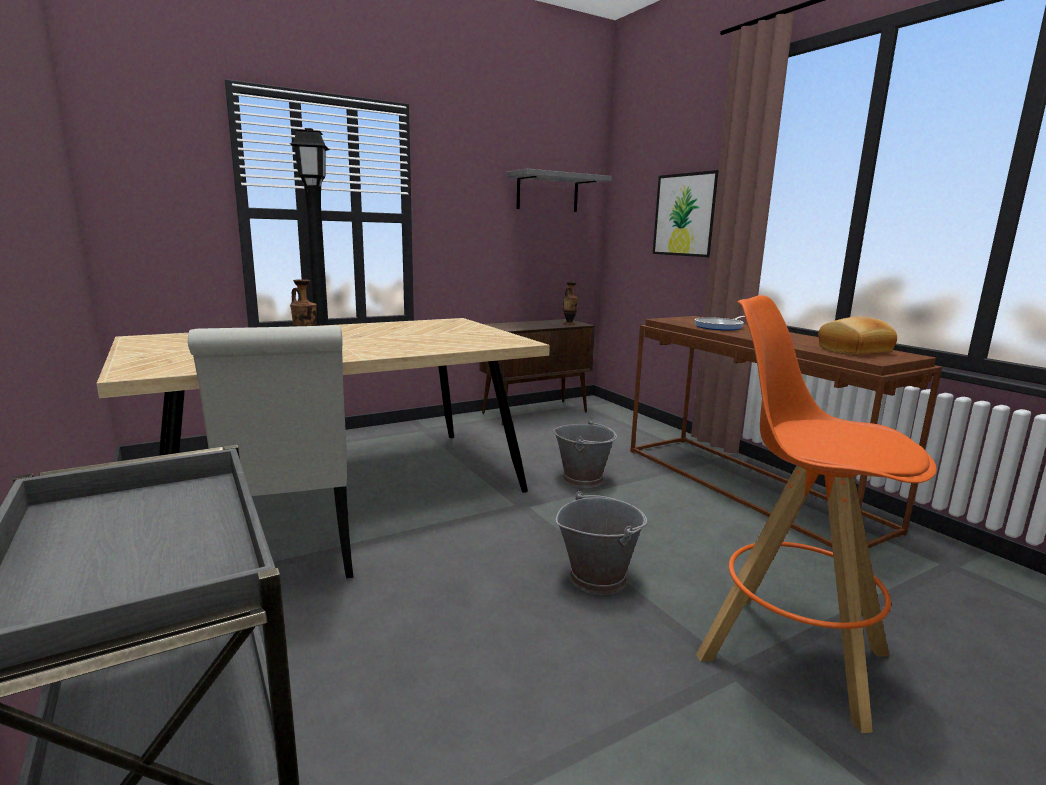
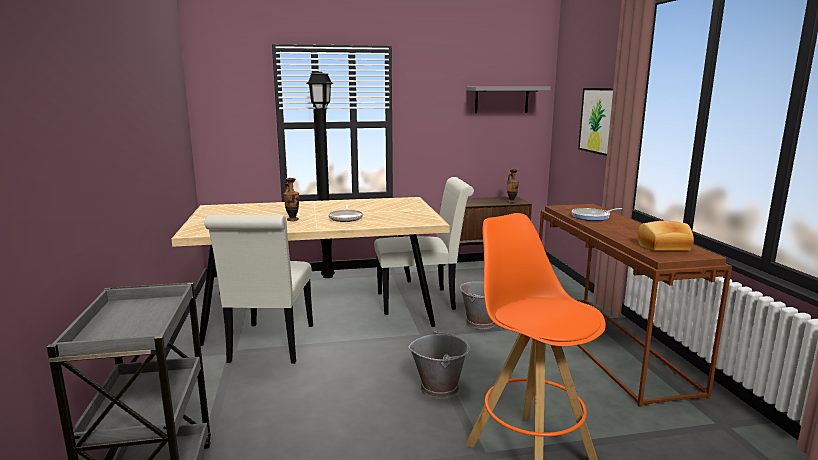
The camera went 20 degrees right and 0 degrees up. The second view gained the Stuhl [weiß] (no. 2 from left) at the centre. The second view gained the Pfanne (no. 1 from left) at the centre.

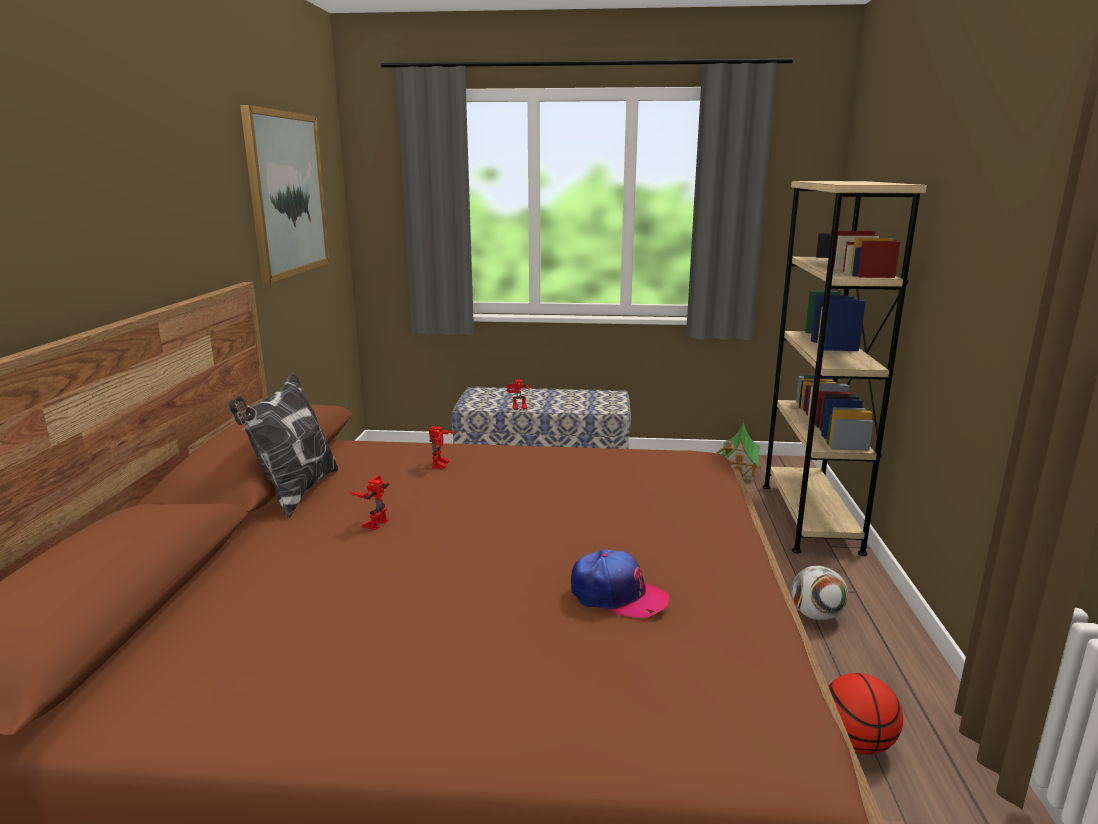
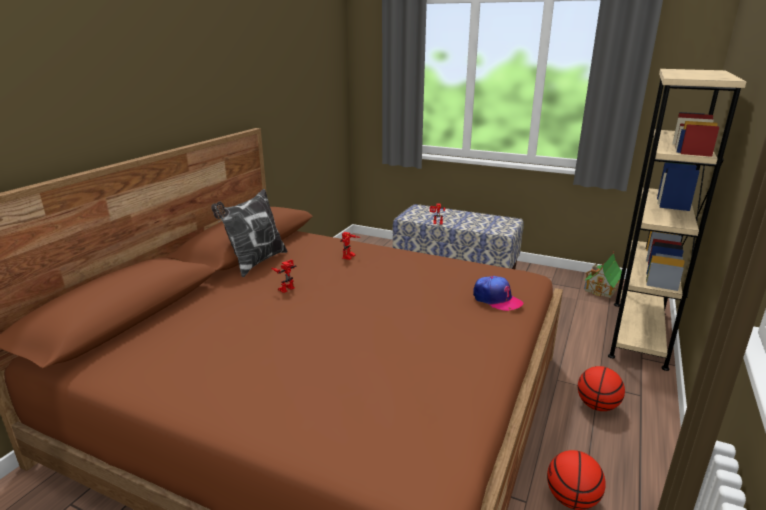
The camera went 20 degrees right and 5 degrees up. The second view lost the Bild at the top left. The Kappe ended up elsewhere, having gone from the bottom centre to the centre. Where the Fußball stood at the bottom right, the Basketball (no. 2 from left) came to stand at the bottom right.

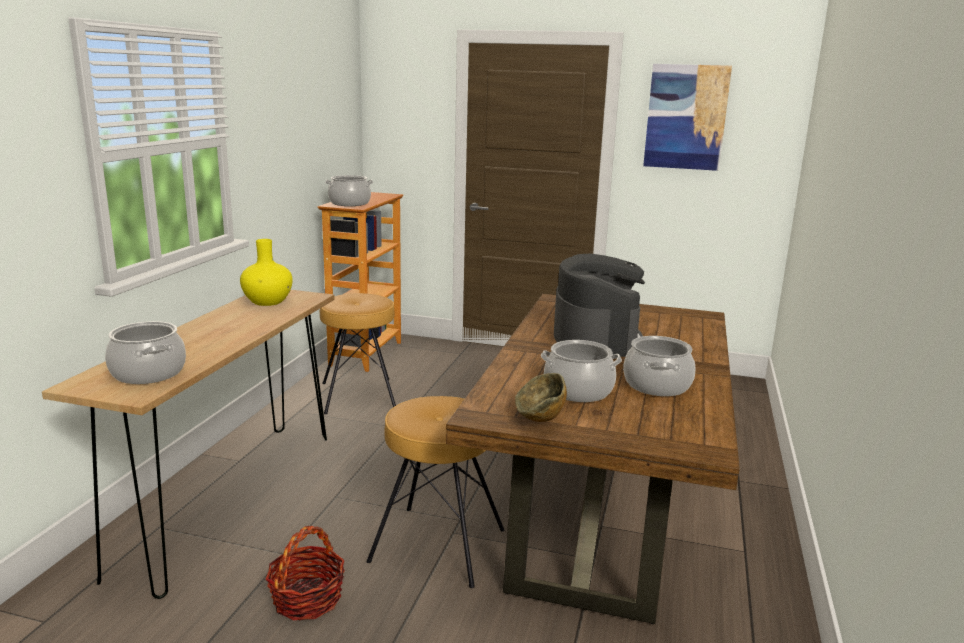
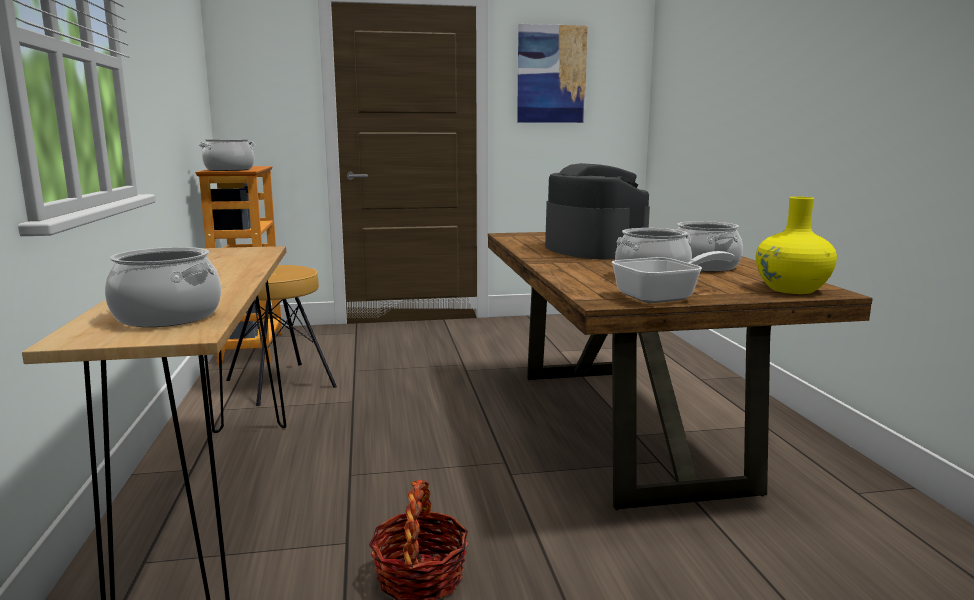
The camera went 25 degrees left and 5 degrees down. The Vase [gelb] ended up elsewhere, having gone from the middle left to the middle right. Where the Schüssel stood at the centre, the Pfanne came to stand at the middle right. The second view lost the Hocker [braun] (no. 2 from left) at the bottom centre.

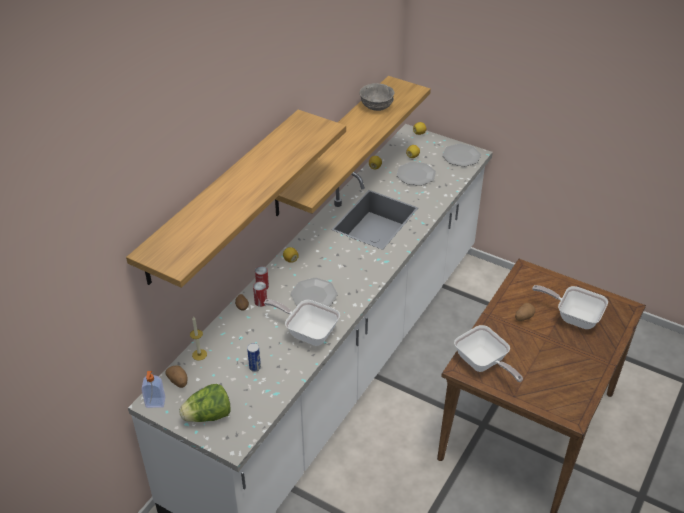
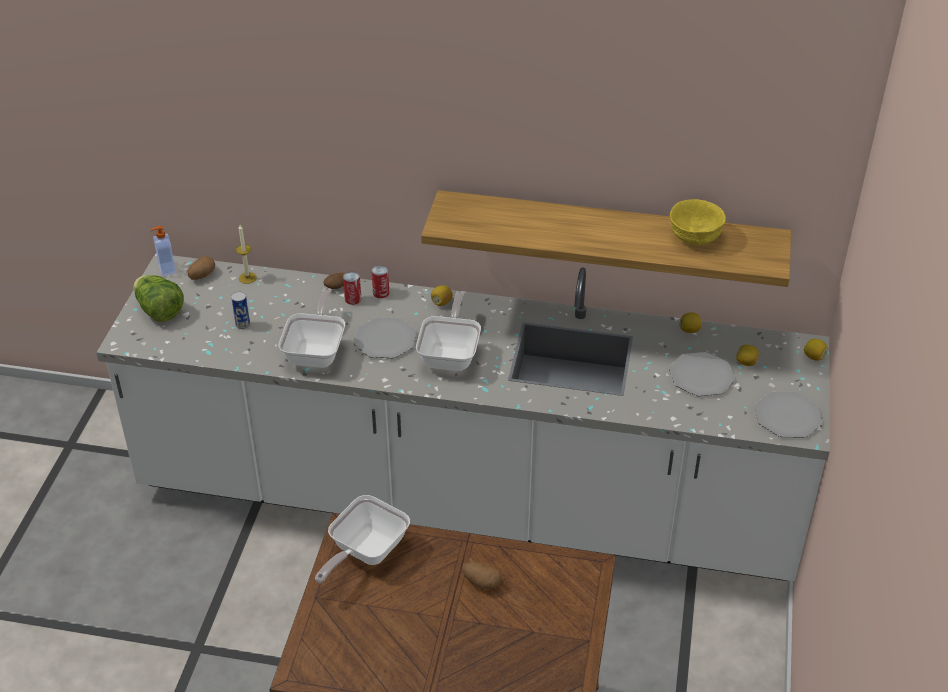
The camera went 70 degrees right and 0 degrees up. What was the Schüssel [grau] at the top centre turned into the Schüssel [gelb] at the top right. The second view lost the Wandregal (no. 1 from left) at the centre. The Pfanne (no. 3 from left) ended up elsewhere, having gone from the middle right to the centre.

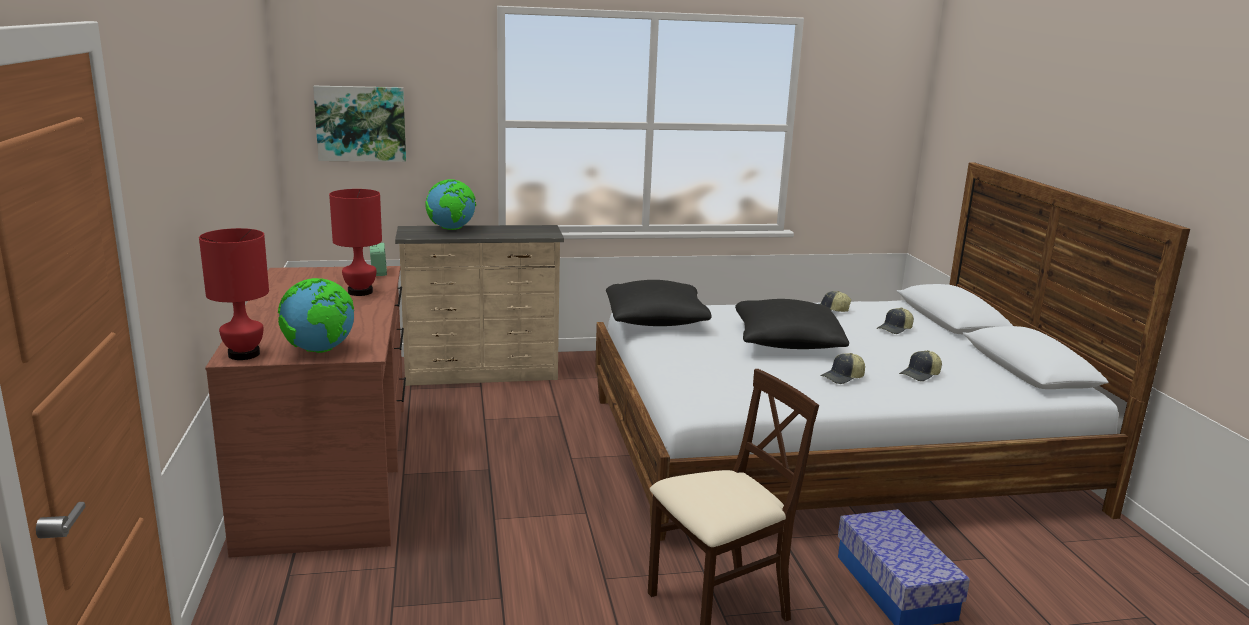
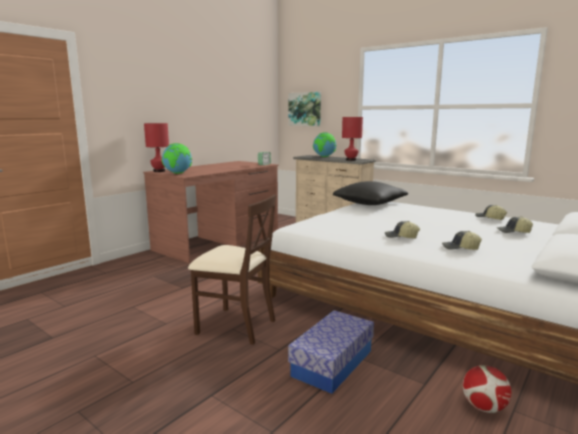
The camera went 50 degrees right and 5 degrees down. The Tischlampe [rot] (no. 2 from left) ended up elsewhere, having gone from the middle left to the top centre. The second view lost the Kissen [schwarz] (no. 2 from left) at the centre. The second view gained the Fußball at the bottom right.

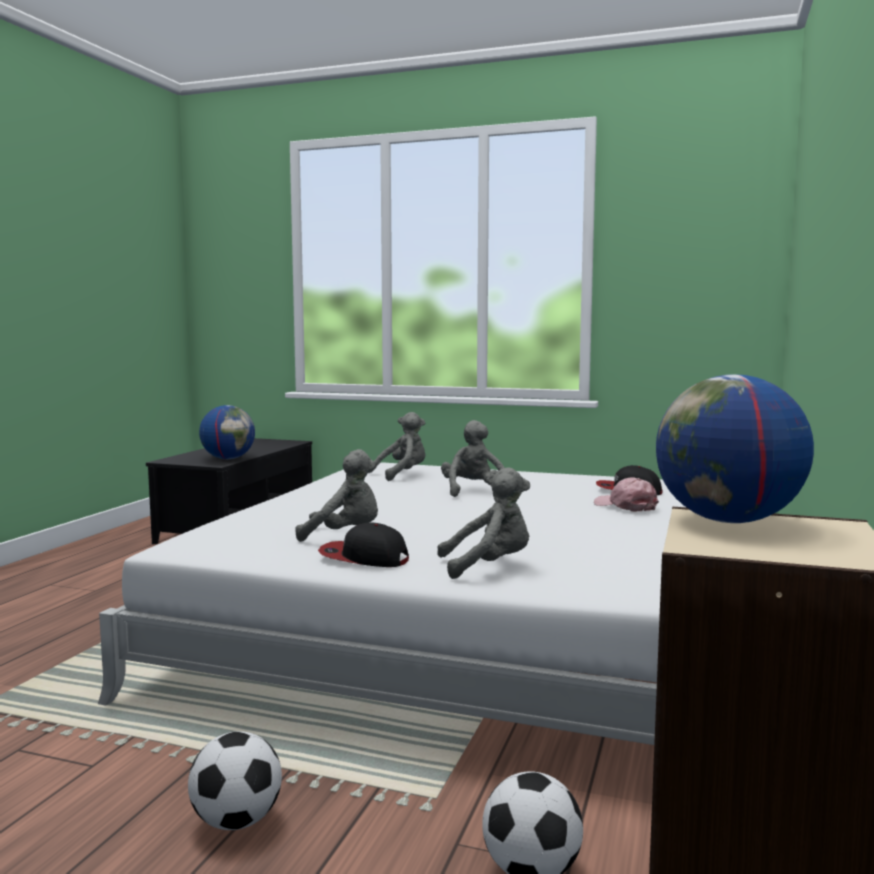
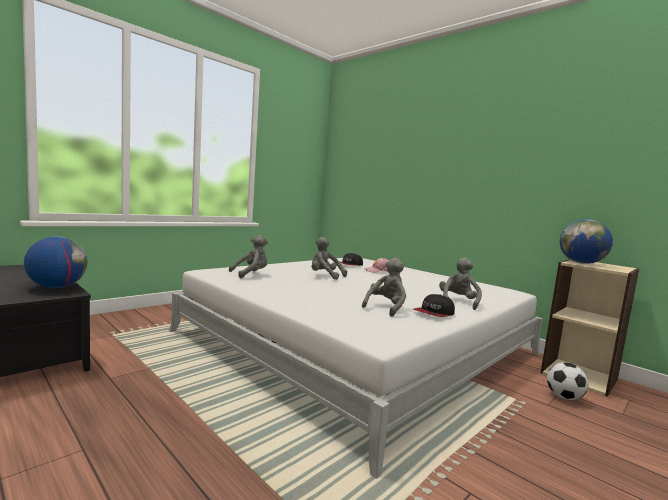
The camera went 65 degrees left and 0 degrees up. The Plüschtier [grau] (no. 2 from left in the first image) at the centre ended up facing another way, 60 degrees clockwise from before. The second view lost the Fußball (no. 1 from left) at the bottom left.

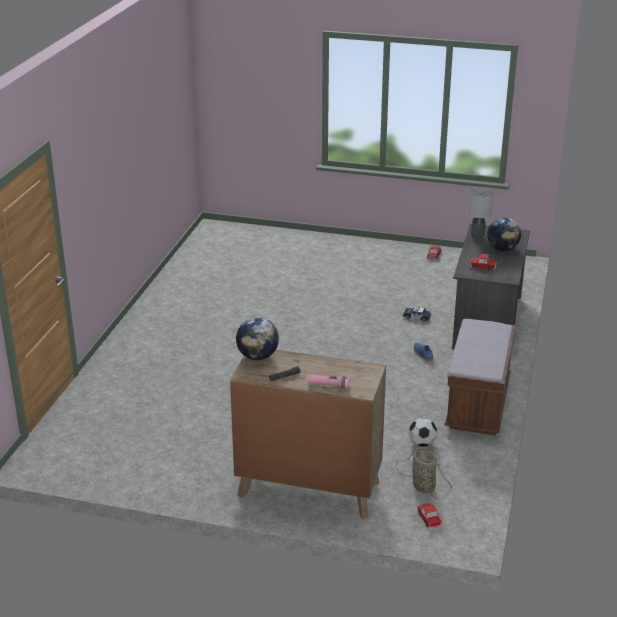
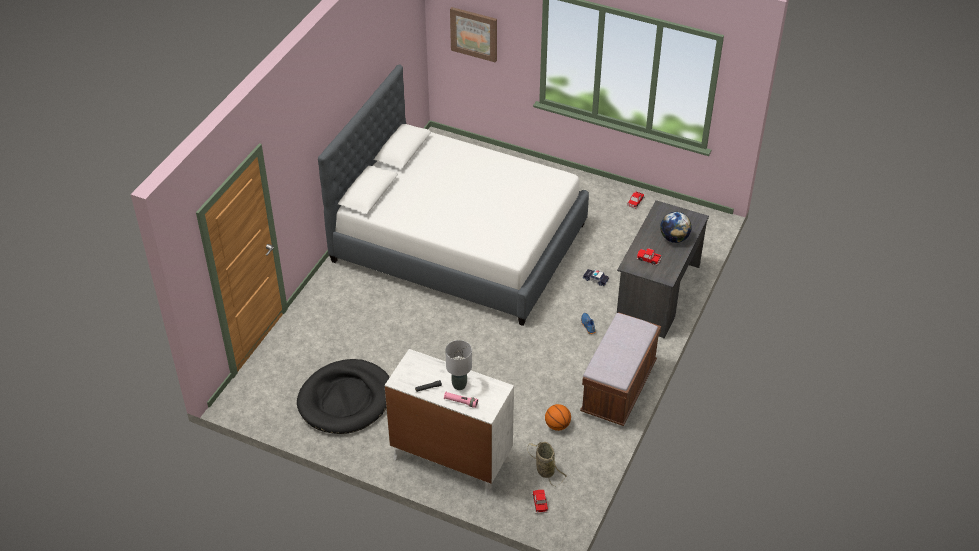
The camera went 10 degrees right and 15 degrees up. The Tischlampe [grau] ended up elsewhere, having gone from the middle right to the centre. The second view lost the Globus (no. 1 from left) at the centre. What was the Kommode [braun] at the bottom centre turned into the Kommode [weiß] at the bottom centre. Where the Fußball stood at the bottom right, the Basketball came to stand at the bottom centre. The second view gained the Bild at the top centre. The second view gained the Bett [weiß] at the centre. The second view gained the Hundebett [schwarz] at the bottom centre.

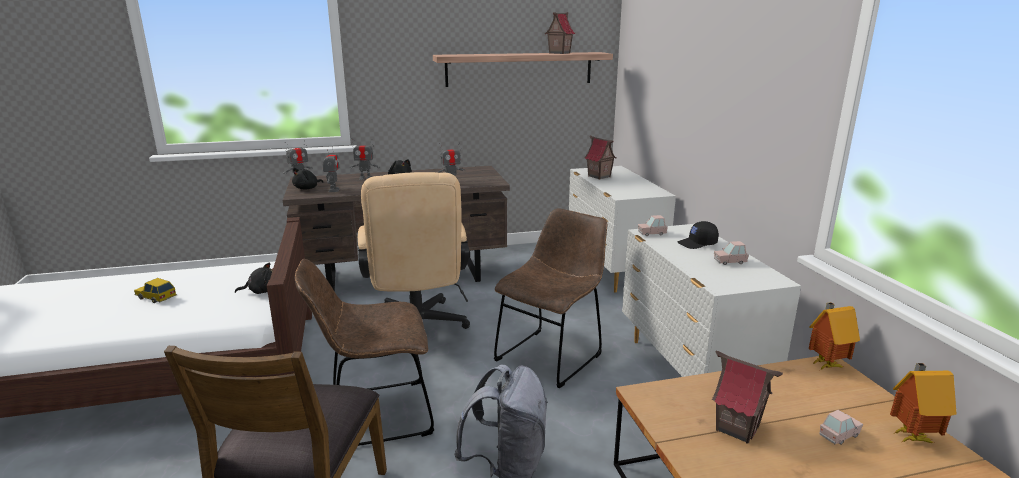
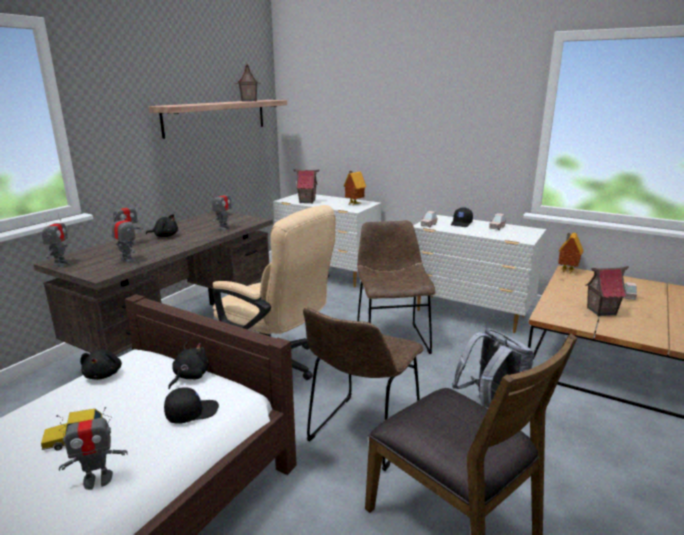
The camera went 45 degrees left and 0 degrees up. The Plüschtier [schwarz] (no. 2 from left in the first image) ended up elsewhere, having gone from the middle left to the bottom left. The Spielzeughaus (no. 5 from left in the first image) ended up elsewhere, having gone from the bottom right to the centre. The second view gained the Kappe [schwarz] (no. 1 from left) at the bottom left. The second view gained the Spielzeugroboter (no. 2 from left) at the bottom left.

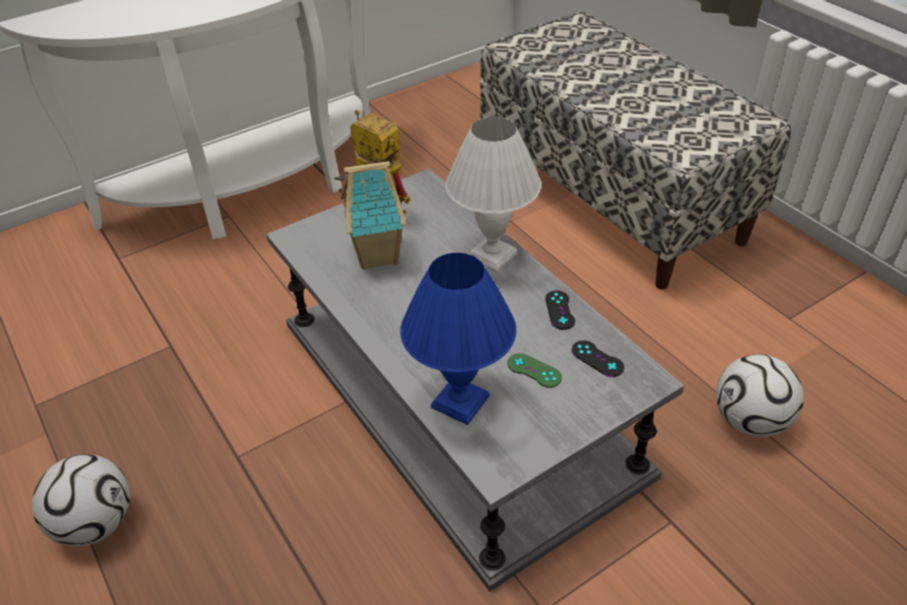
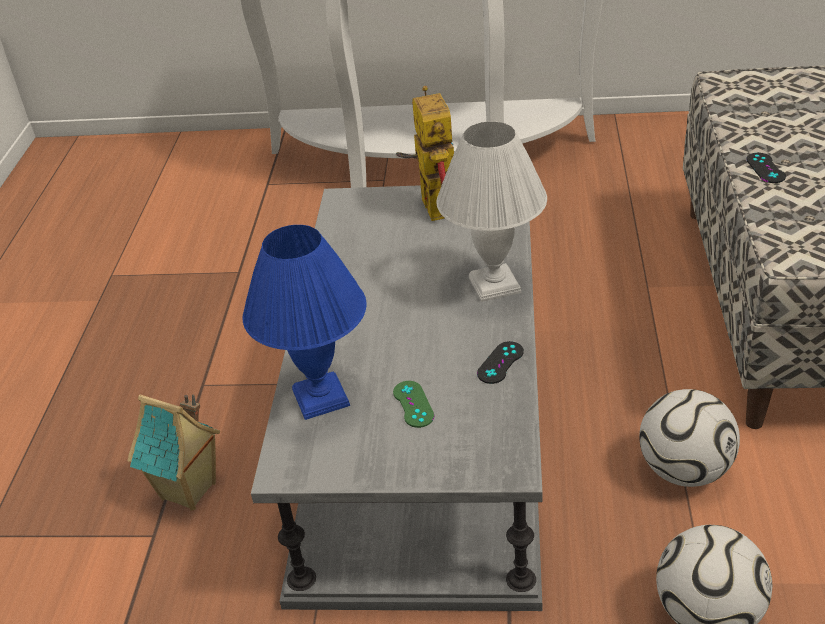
The camera went 40 degrees right and 5 degrees down. The Spielzeughaus ended up elsewhere, having gone from the centre to the bottom left. The Gamepad [schwarz] (no. 2 from left) ended up elsewhere, having gone from the centre to the top right. The Fußball (no. 1 from left) ended up elsewhere, having gone from the bottom left to the bottom right.

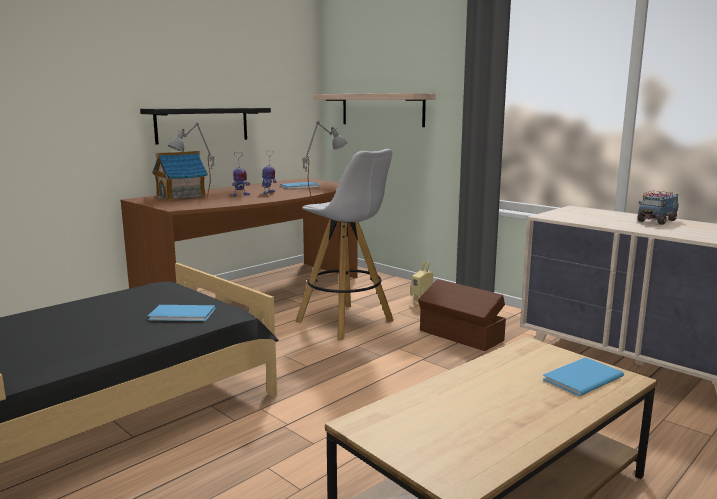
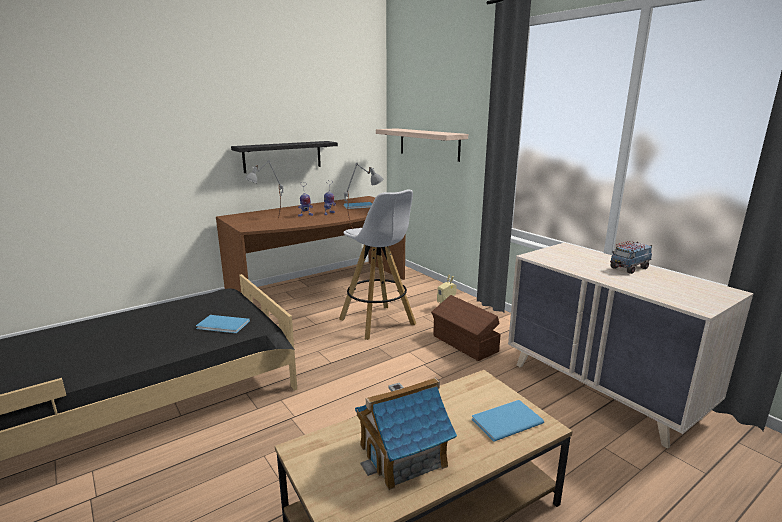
The camera went 10 degrees right and 5 degrees up. The Spielzeughaus ended up elsewhere, having gone from the middle left to the bottom centre.

